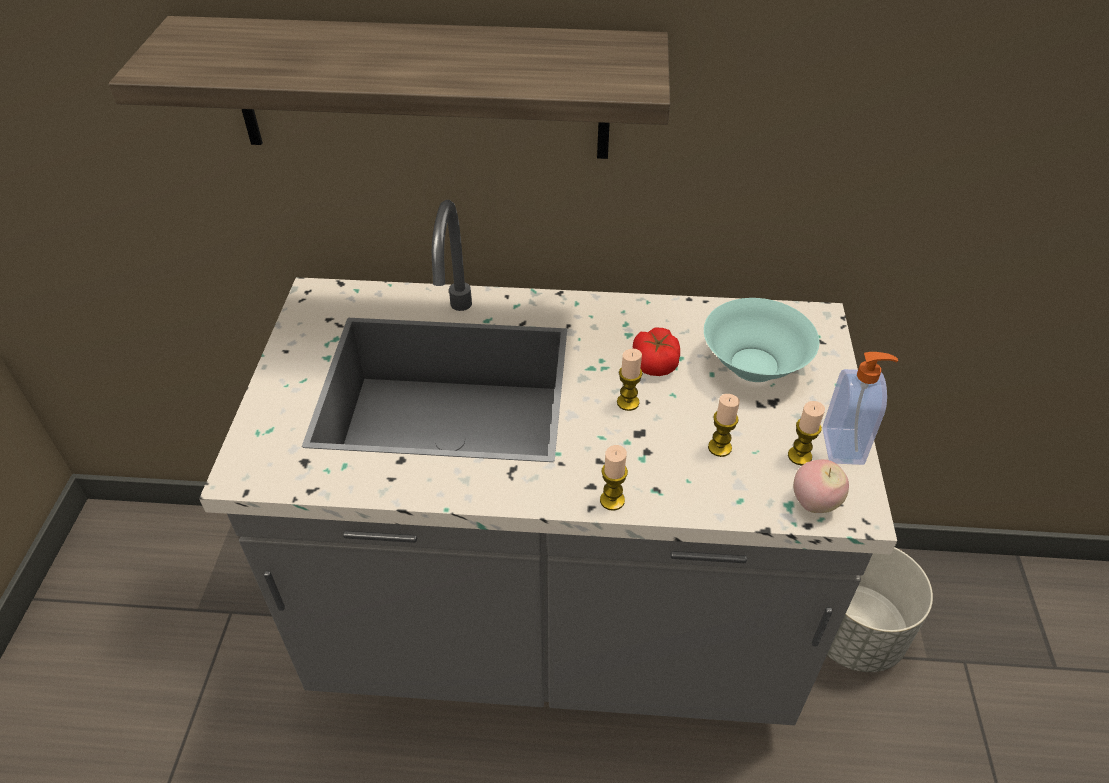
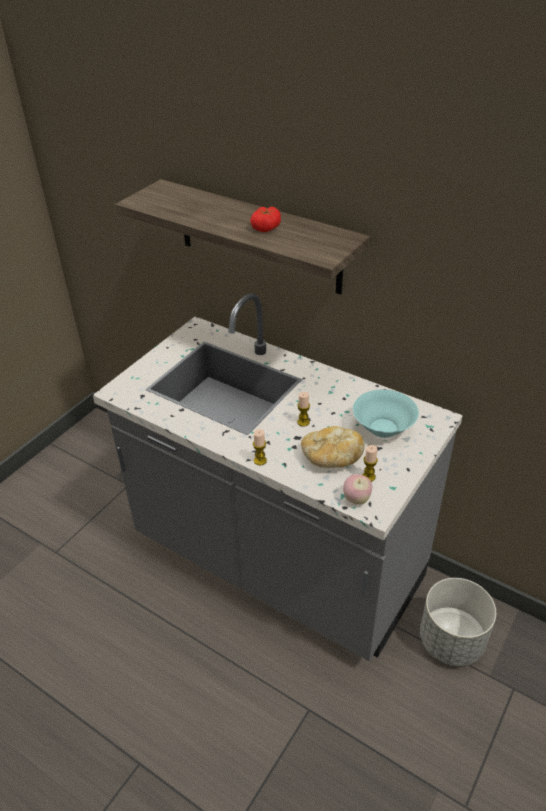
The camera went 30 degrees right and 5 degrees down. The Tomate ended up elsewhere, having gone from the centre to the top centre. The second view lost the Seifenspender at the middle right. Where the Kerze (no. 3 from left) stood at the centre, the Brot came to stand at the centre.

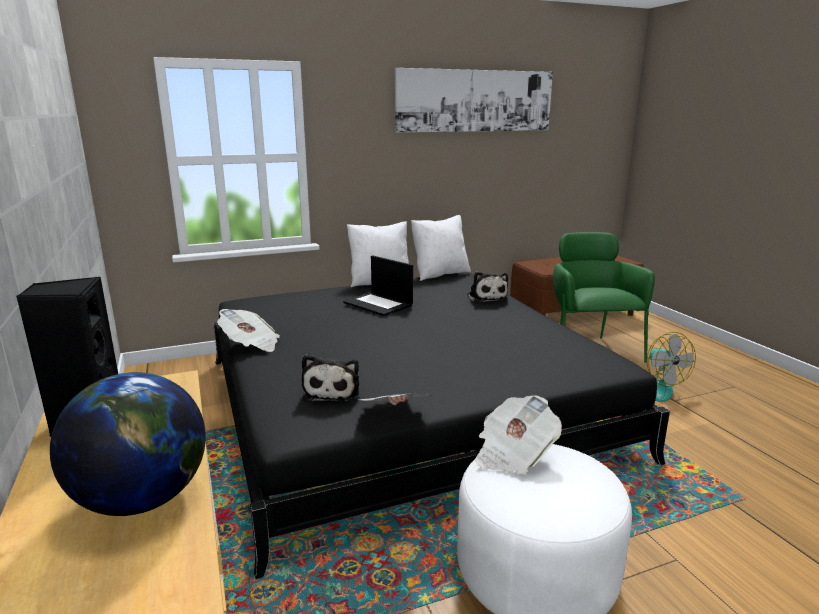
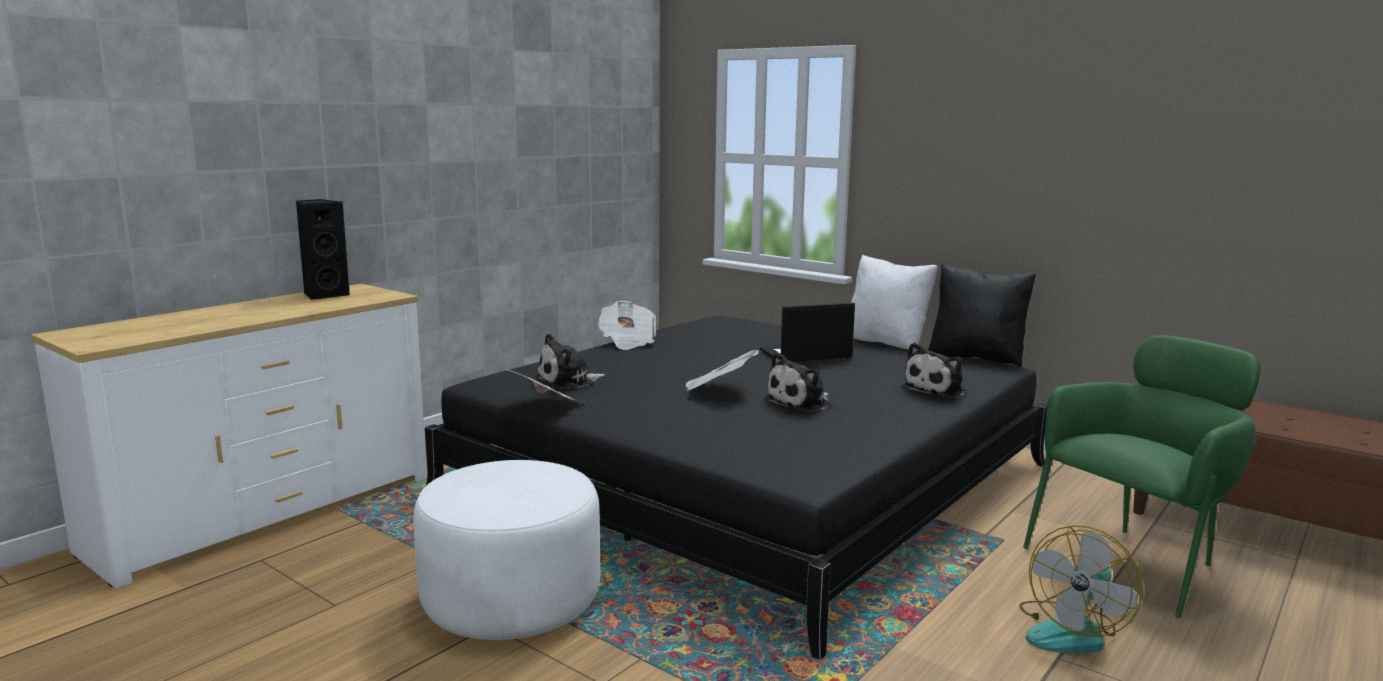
The camera went 60 degrees right and 5 degrees down. The second view lost the Bild at the top centre. What was the Kissen [weiß] (no. 2 from left) at the centre turned into the Kissen [schwarz] at the middle right. The Laptop at the centre ended up facing another way, 60 degrees clockwise from before. The second view lost the Globus at the bottom left. The Zeitung (no. 3 from left) ended up elsewhere, having gone from the bottom centre to the centre. The second view gained the Plüschtier (no. 2 from left) at the centre.

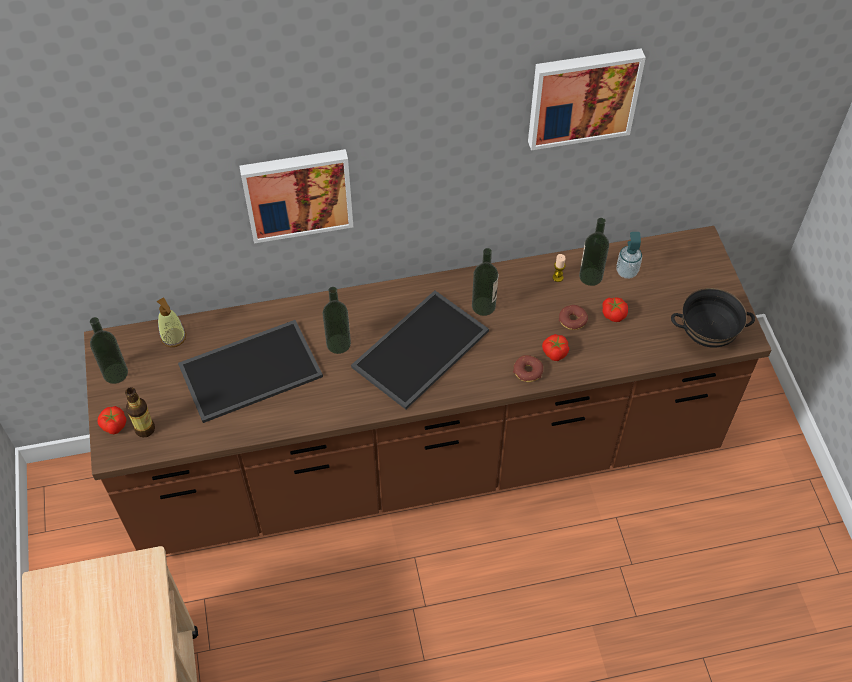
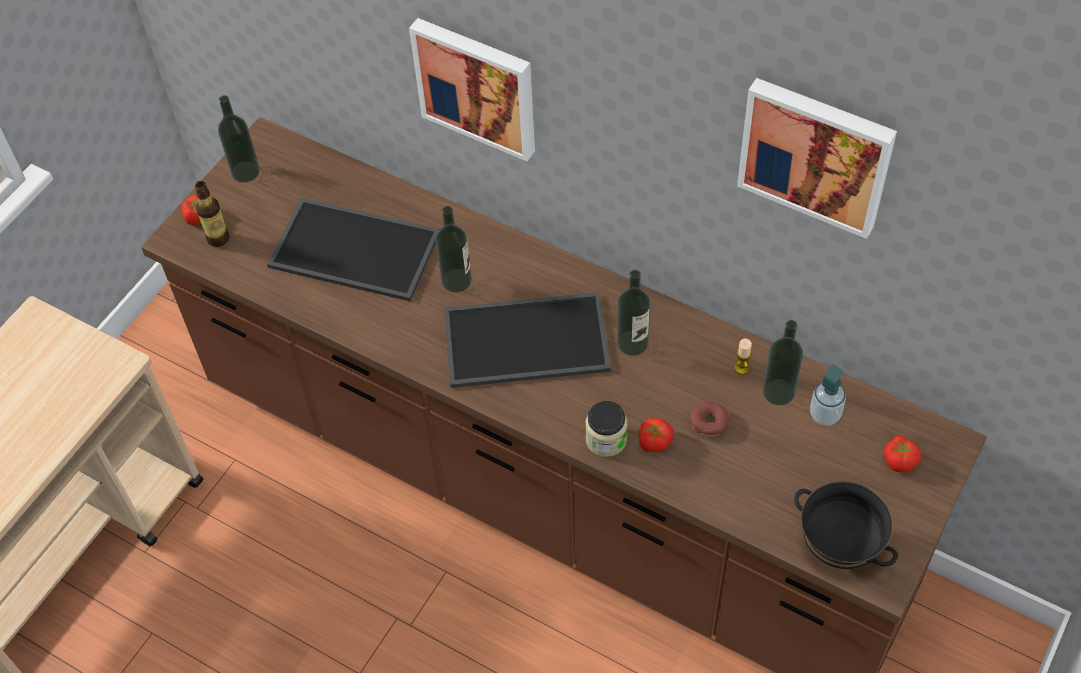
The camera went 45 degrees right and 0 degrees up. The second view lost the Seifenspender (no. 1 from left) at the middle left. The Tomate (no. 3 from left) ended up elsewhere, having gone from the middle right to the bottom right. Where the Donut (no. 1 from left) stood at the centre, the Vorratsglas came to stand at the centre.

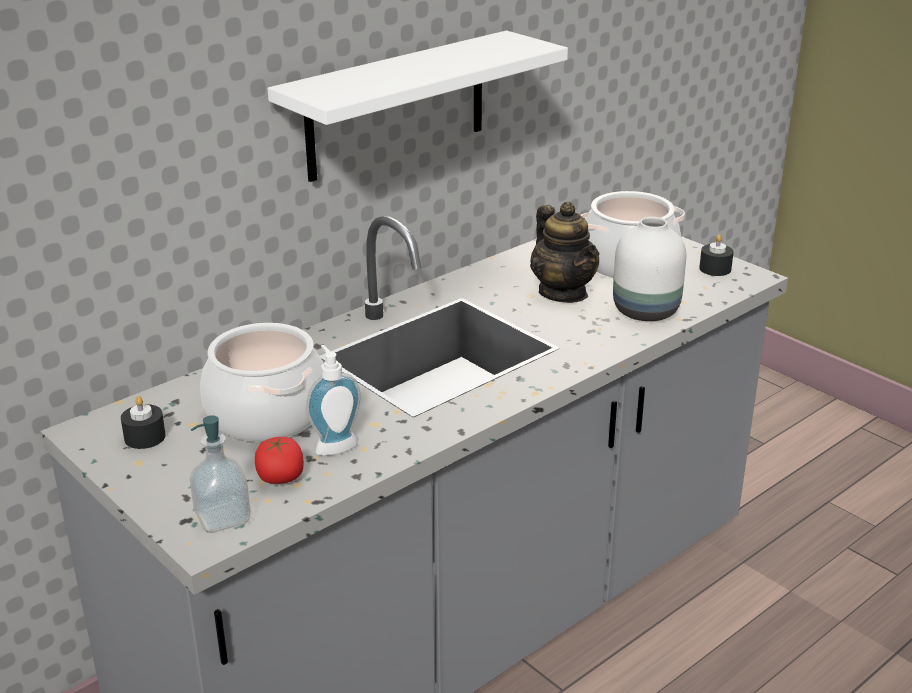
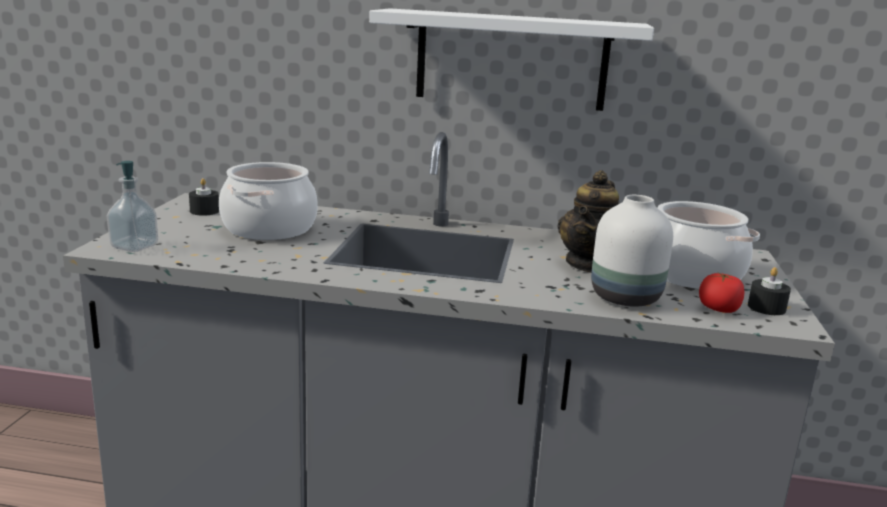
The camera went 50 degrees right and 10 degrees down. The second view lost the Seifenspender (no. 2 from left) at the centre. The Tomate ended up elsewhere, having gone from the middle left to the middle right.

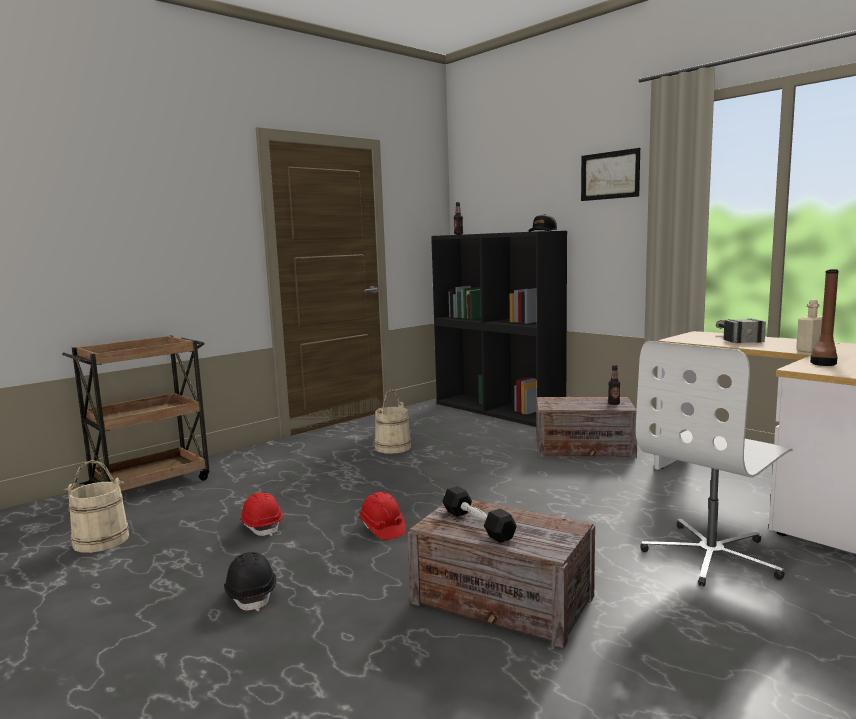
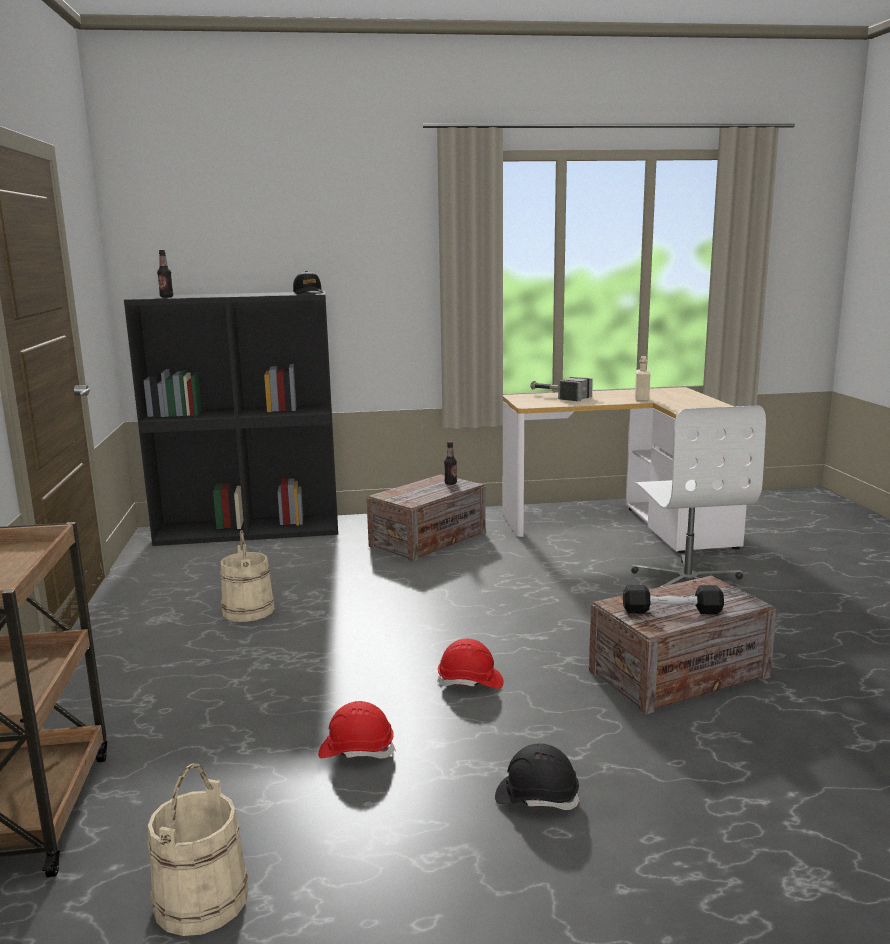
The camera went 55 degrees left and 5 degrees up. The second view lost the Bild at the top right. The second view lost the Stiefel [braun] at the middle right.

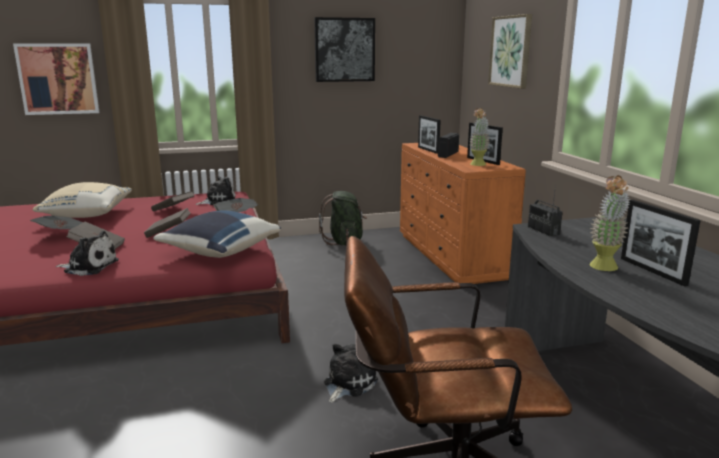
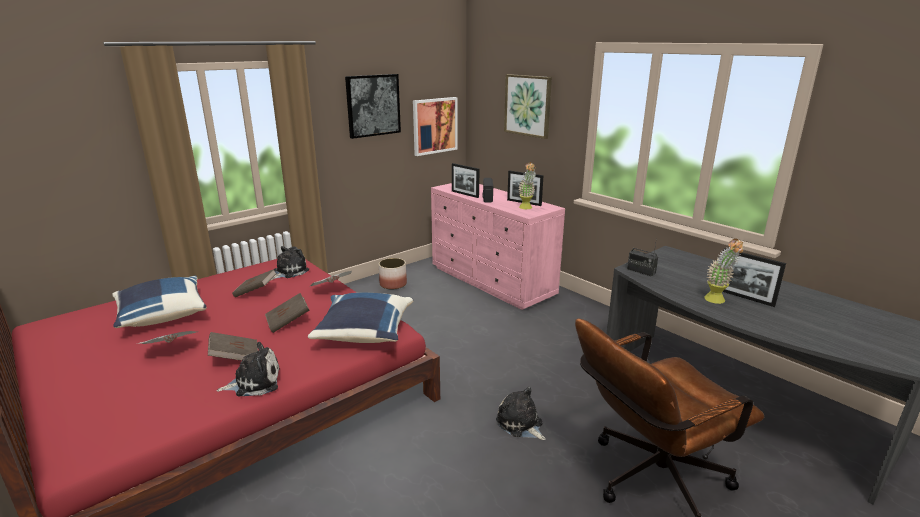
The camera went 25 degrees left and 5 degrees up. The Bild (no. 1 from left in the first image) ended up elsewhere, having gone from the top left to the top centre. What was the Kommode [orange] at the centre turned into the Kommode [rosa] at the centre. What was the Kissen [beige] at the middle left turned into the Kissen [blau] (no. 1 from left) at the middle left. Where the Rucksack [grün] stood at the centre, the Pflanzkübel came to stand at the centre. The Plüschtier (no. 3 from left) at the bottom centre ended up facing another way, 45 degrees counterclockwise from before.

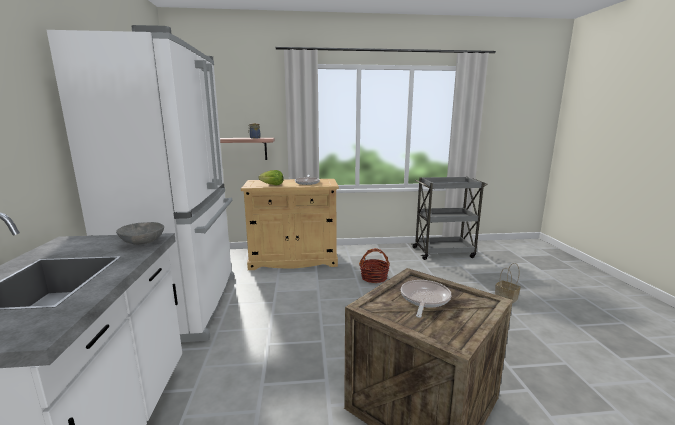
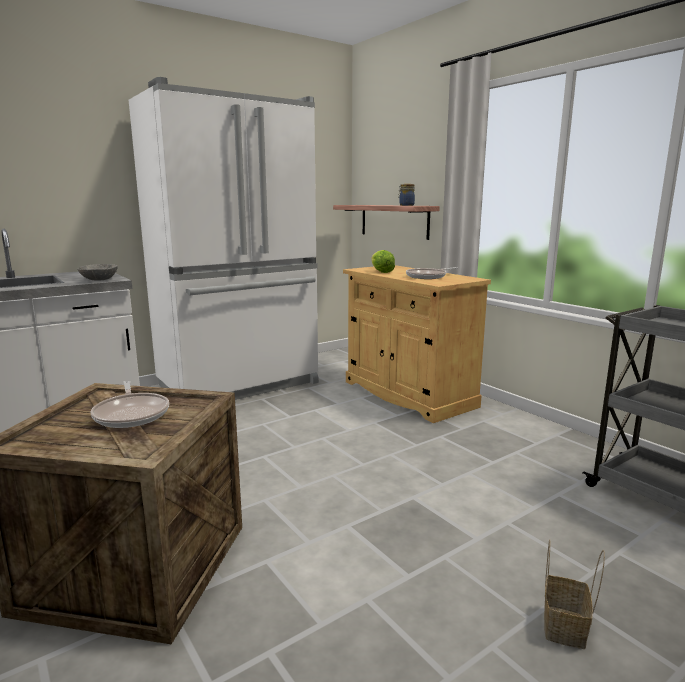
The camera went 60 degrees right and 0 degrees up. The second view lost the Korb (no. 1 from left) at the centre. The Pfanne (no. 2 from left in the first image) at the bottom centre ended up facing another way, 75 degrees clockwise from before.

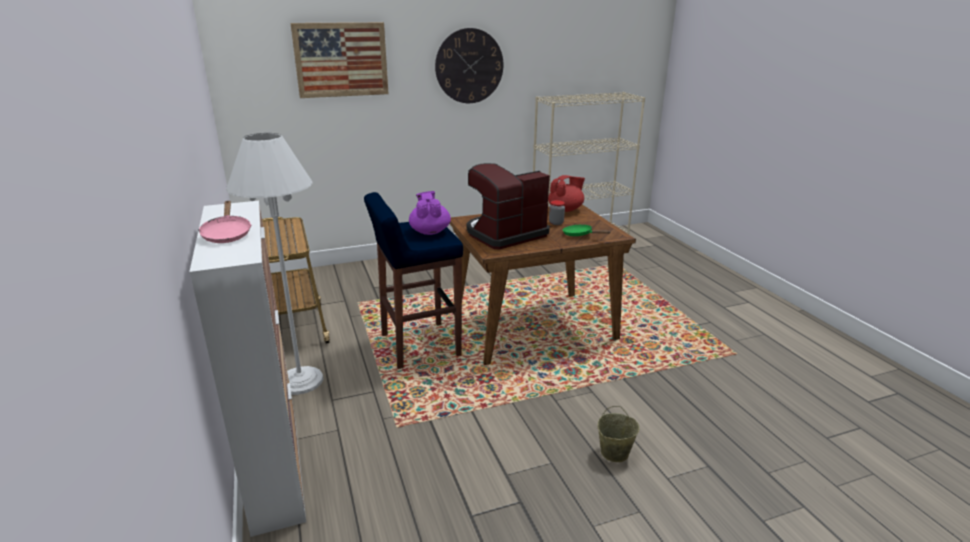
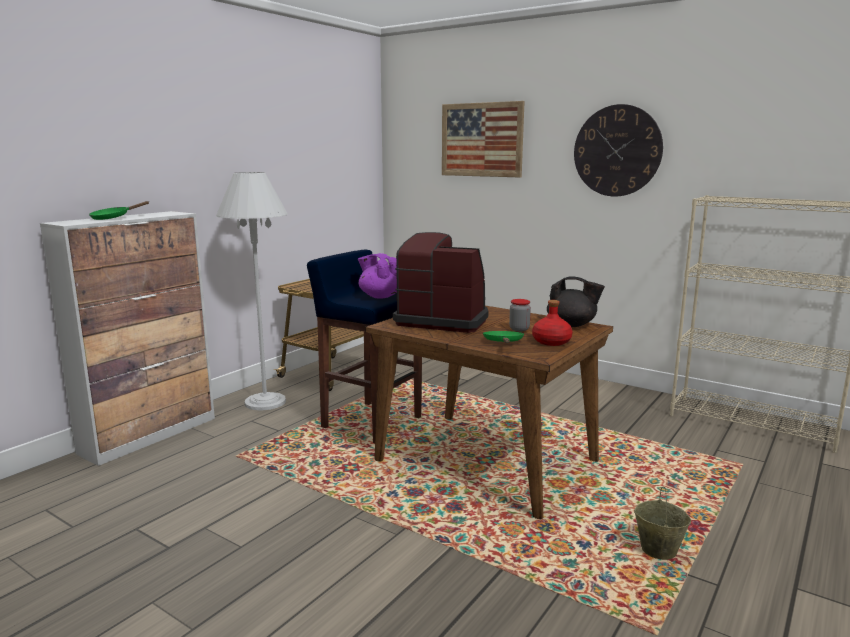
The camera went 55 degrees right and 10 degrees down. What was the Teekanne [rot] at the centre turned into the Teekanne [schwarz] at the middle right. The Teekanne [lila] at the centre ended up facing another way, 90 degrees counterclockwise from before. What was the Pfanne [rosa] at the middle left turned into the Pfanne [grün] (no. 1 from left) at the top left. The Eimer [beige] ended up elsewhere, having gone from the bottom centre to the bottom right. The second view gained the Flasche [rot] at the centre.

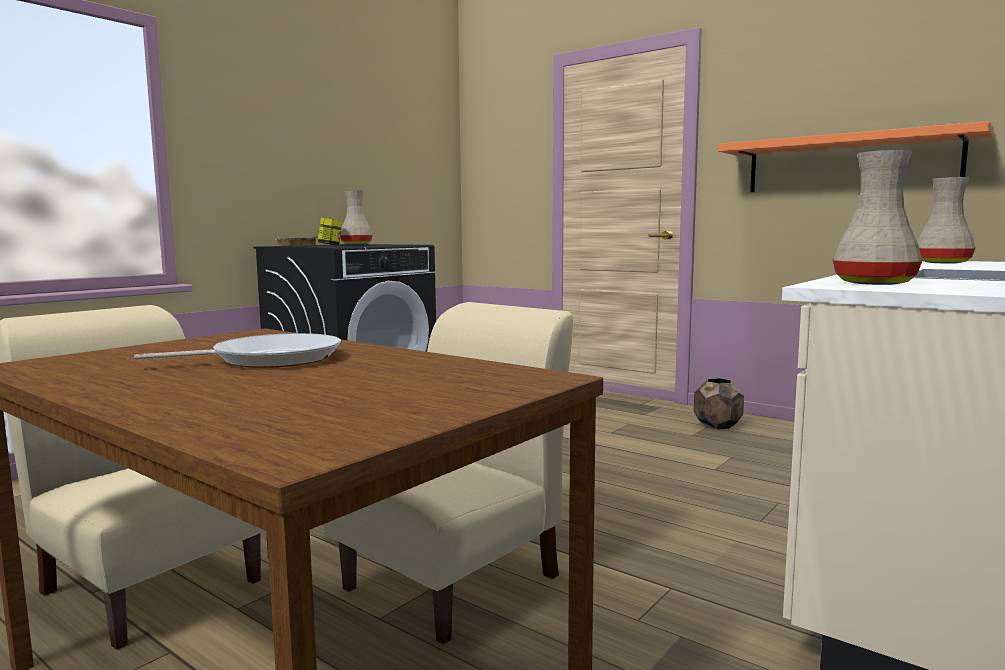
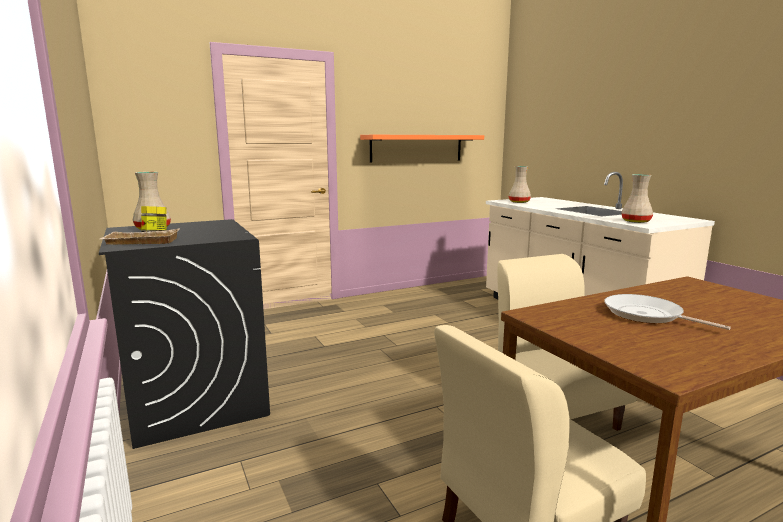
The camera went 65 degrees left and 5 degrees up. The Pfanne at the middle left ended up facing another way, 45 degrees counterclockwise from before. The second view lost the Pflanzkübel [braun] at the middle right.

